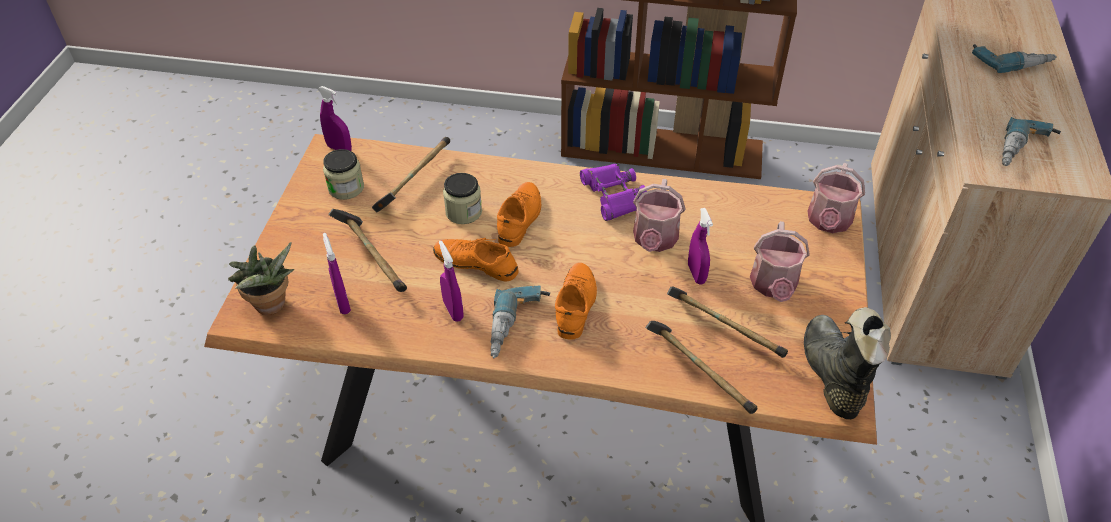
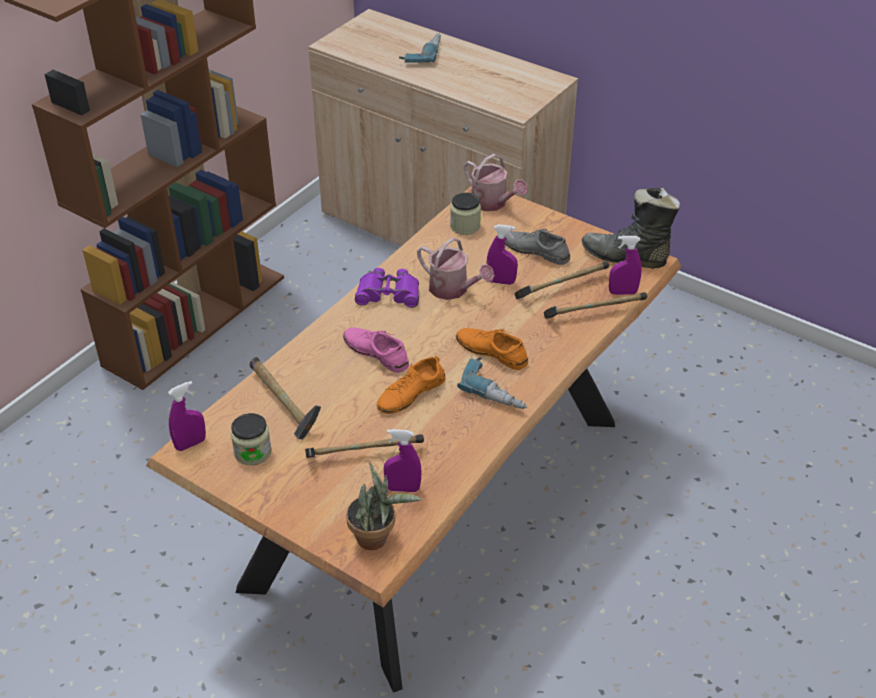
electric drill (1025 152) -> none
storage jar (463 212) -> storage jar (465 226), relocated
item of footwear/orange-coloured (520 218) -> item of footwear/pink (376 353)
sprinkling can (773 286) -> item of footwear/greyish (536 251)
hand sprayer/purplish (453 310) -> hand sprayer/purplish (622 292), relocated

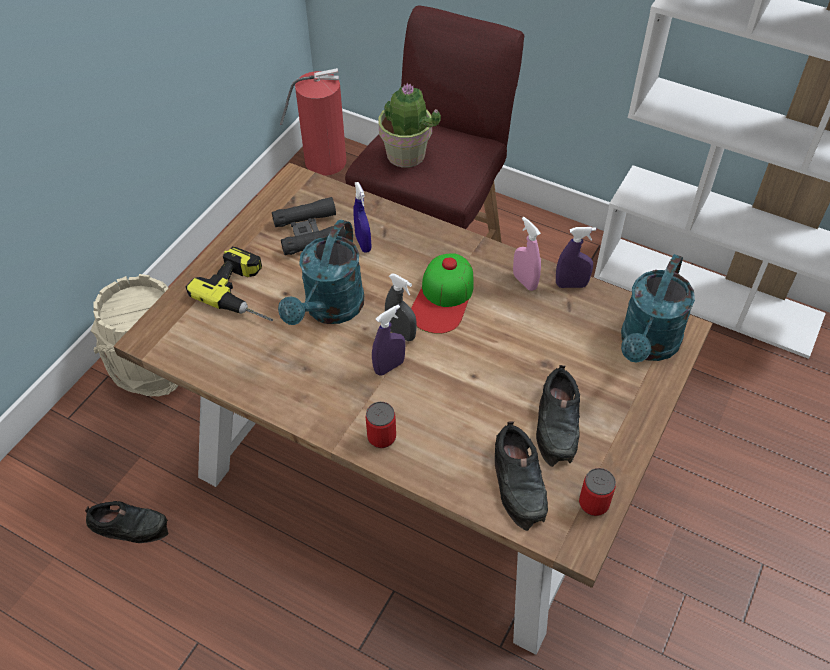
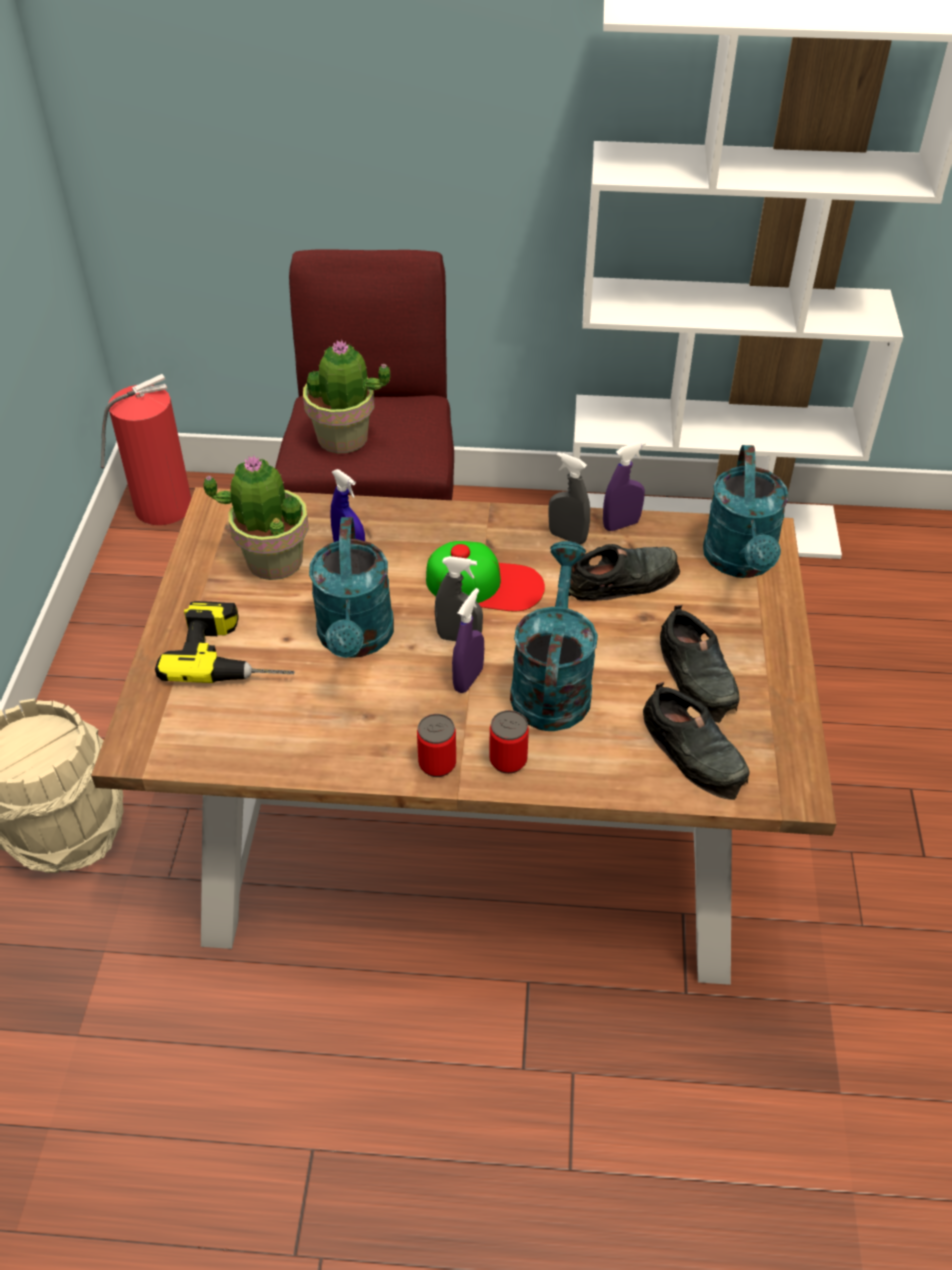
pair of binoculars/black (309 233) -> potted plant (274 560)
hand sprayer/pink (524 281) -> hand sprayer/greyish (567 537)
cap (443 298) -> cap (485 584), 75 degrees counterclockwise
metal can (593 503) -> metal can (437 764), relocated
item of footwear/black (130 525) -> item of footwear/black (622 580), relocated
none -> sprinkling can/turquoise-coloured (552 684)

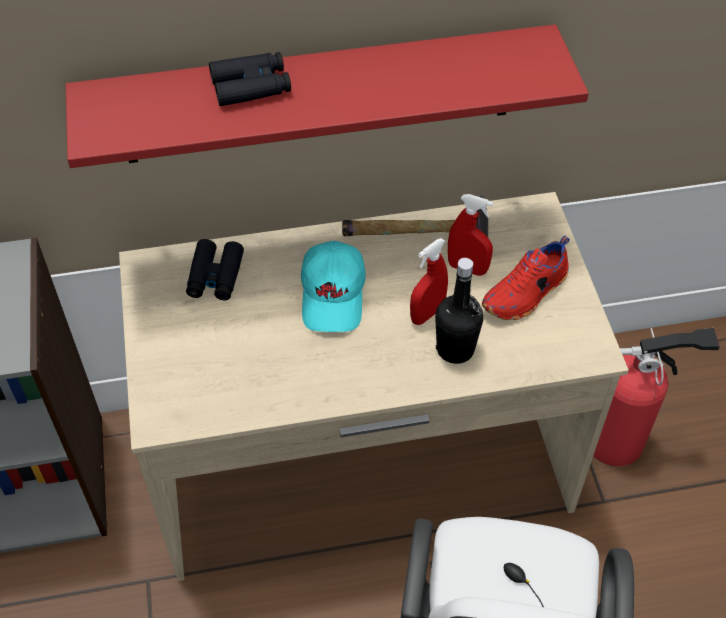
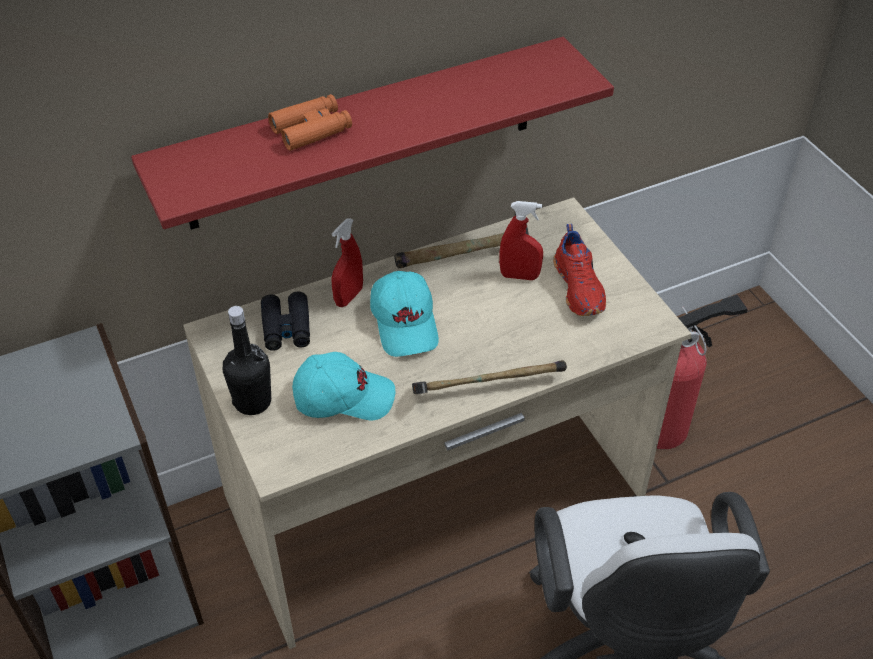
pair of binoculars/black (251 86) -> pair of binoculars/orange-coloured (311 130)
item of footwear/reddish (526 294) -> item of footwear/reddish (580 287), 45 degrees counterclockwise
hand sprayer/reddish (427 314) -> hand sprayer/reddish (349 297), relocated
beverage bottle/black (455 349) -> beverage bottle/black (252 401), relocated
none -> cap/turquoise-coloured (343 397)
none -> tool hammer (484 389)

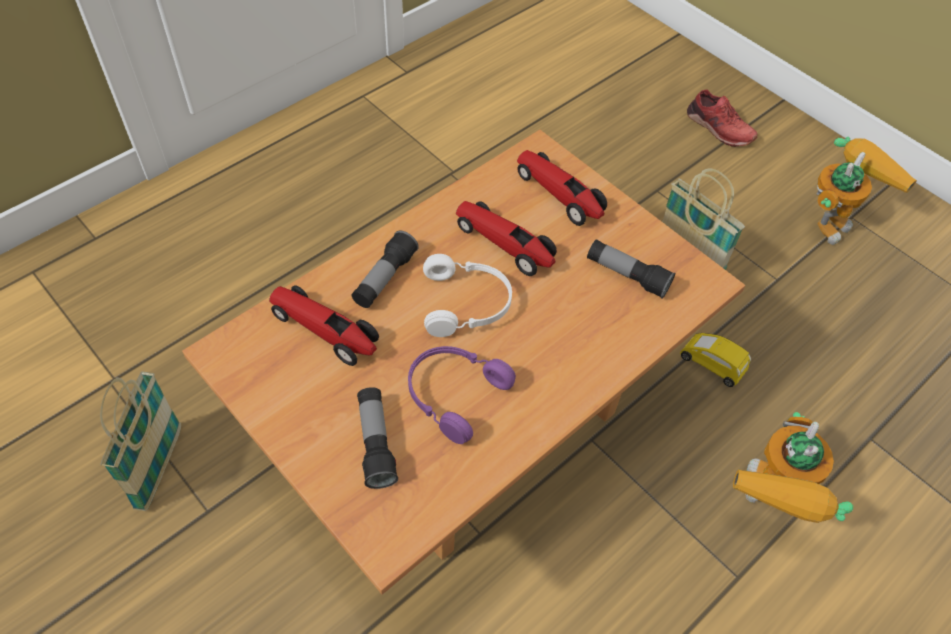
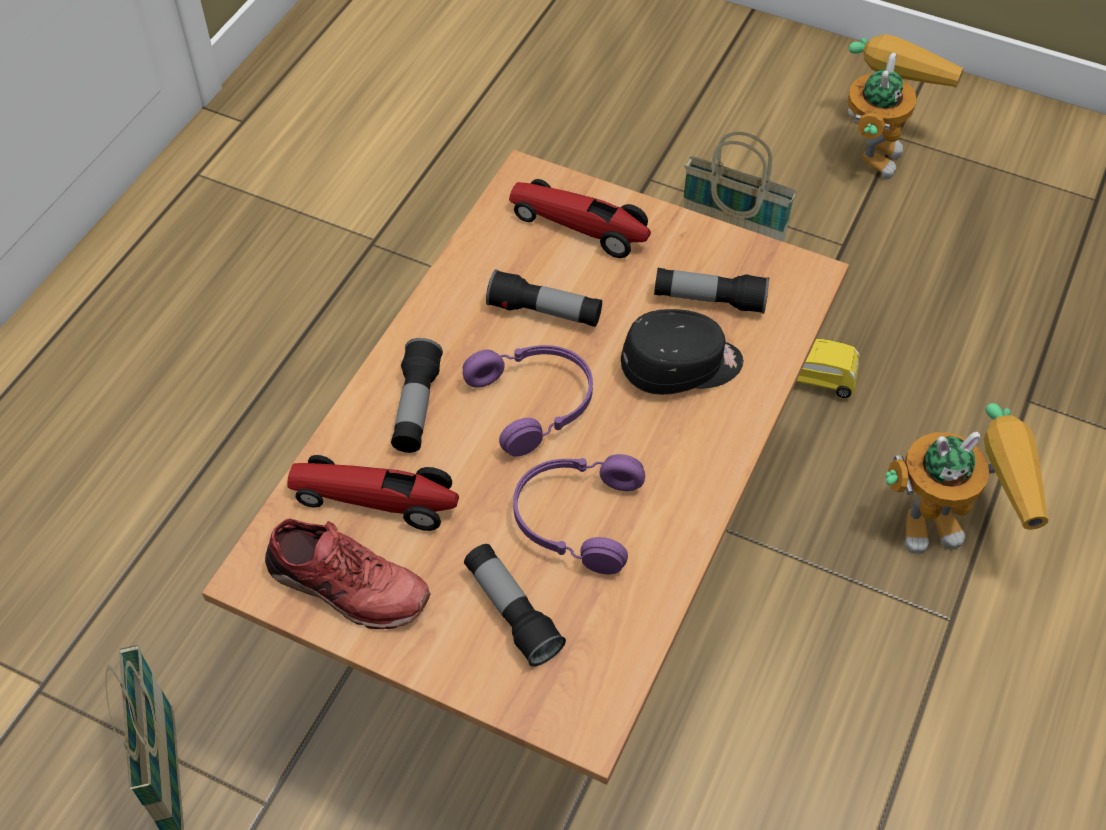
item of footwear/reddish (718 128) -> item of footwear/reddish (346 586), relocated
model car (505 244) -> flashlight (544 312)
pair of headphones/whitish (467 304) -> pair of headphones/purplish (535 402)
robot figure (769 504) -> robot figure (950 521), 90 degrees counterclockwise
none -> cap/black (682 367)

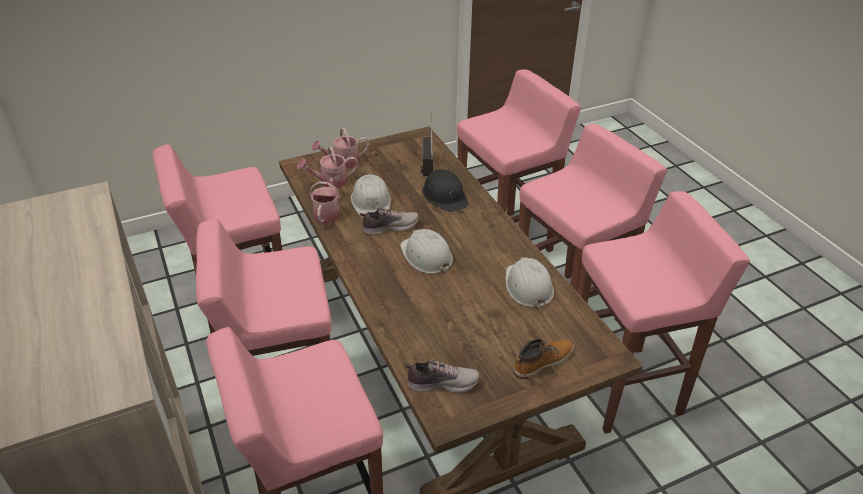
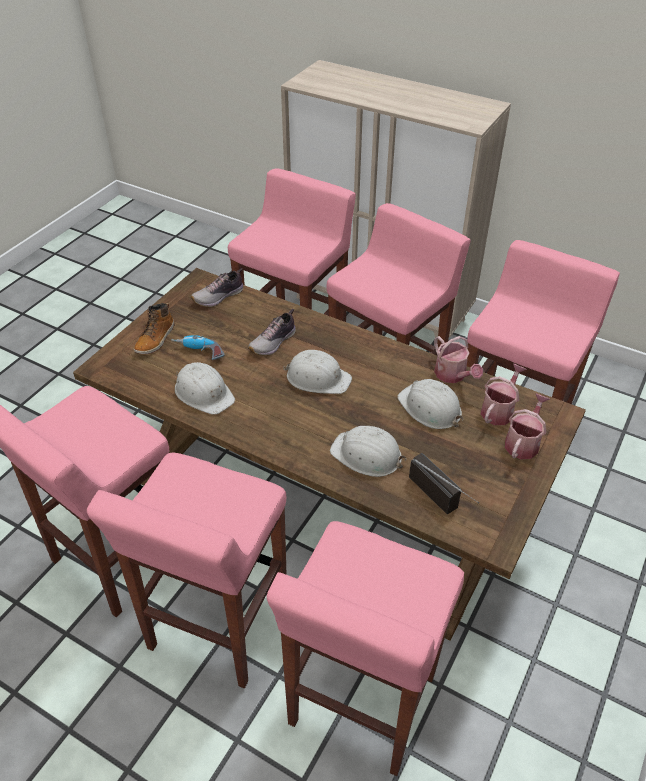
work helmet/black (445 196) -> work helmet/whitish (367 455)
item of footwear (389 227) -> item of footwear (274 342), relocated
none -> electric drill (198 352)

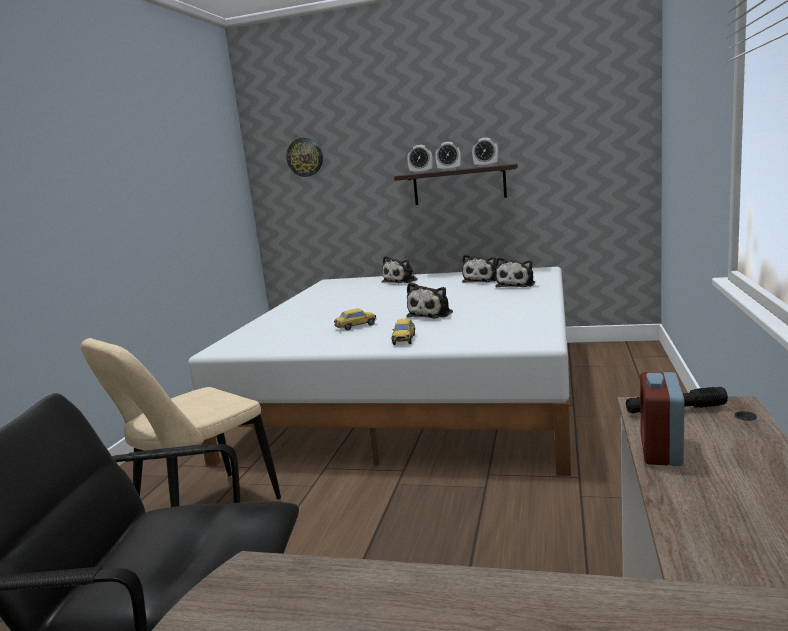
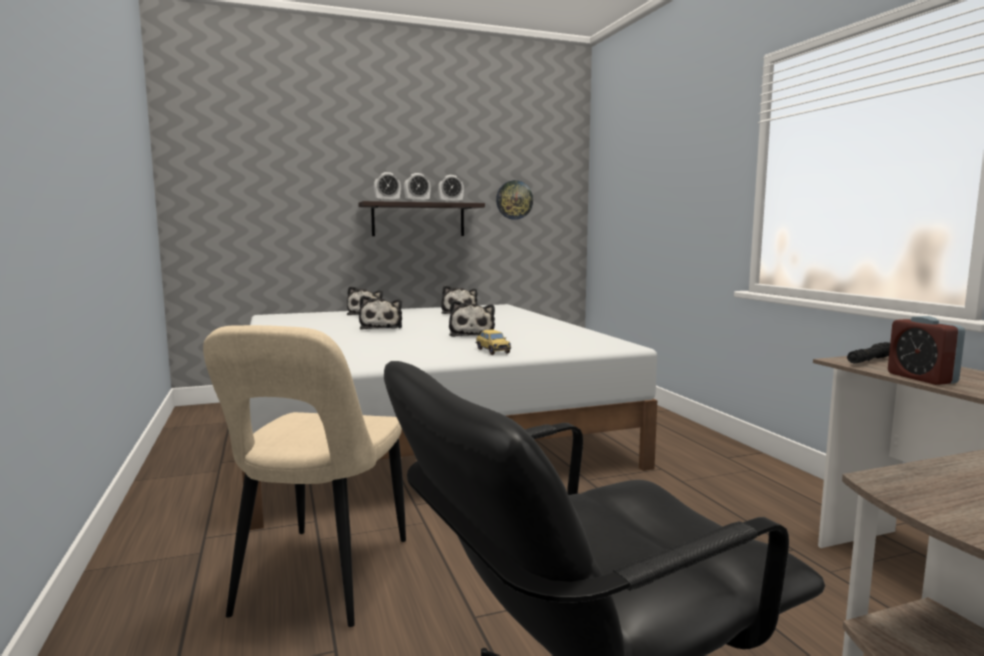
clock on the wall (305 157) -> clock on the wall (514 200), relocated
plush toy (517 285) -> plush toy (381 327), relocated
model car (356 326) -> none

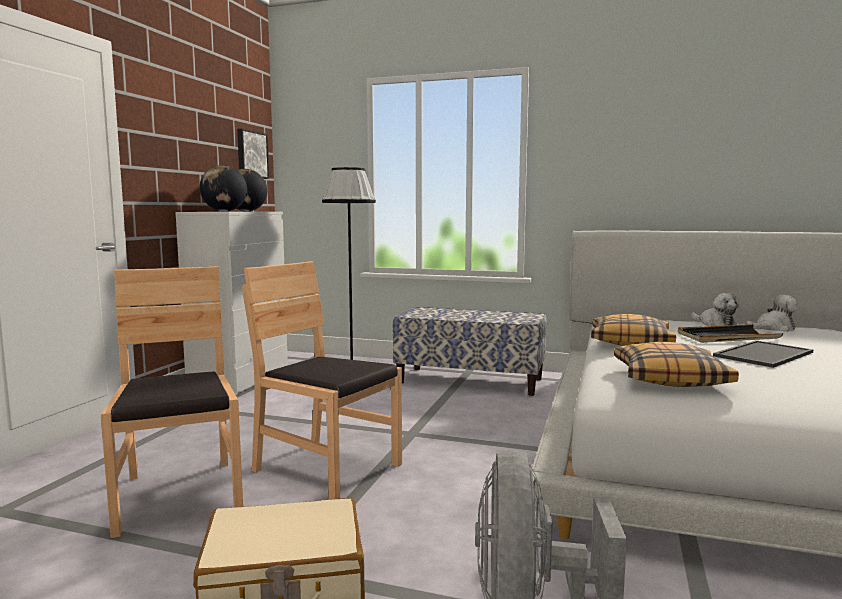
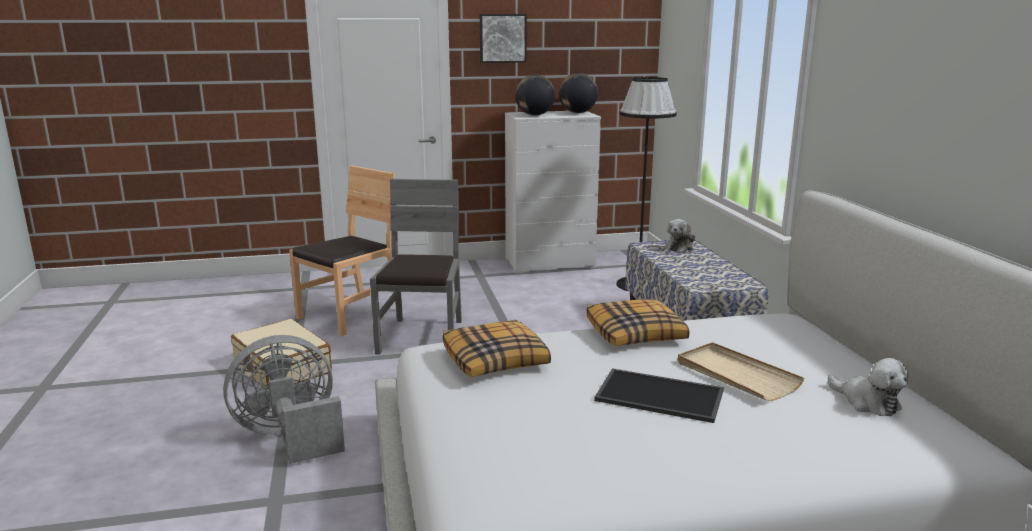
wall picture (251 154) -> wall picture (502 38), relocated
plain chair/brownish (326 468) -> plain chair/greyish (422 337)
plush toy (715 324) -> plush toy (680 247), relocated
carrying tray/black (727 337) -> carrying tray/beige (736 375)

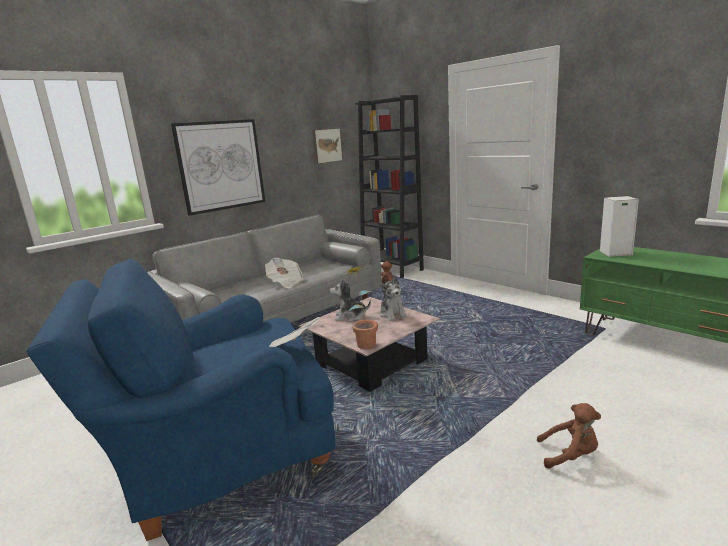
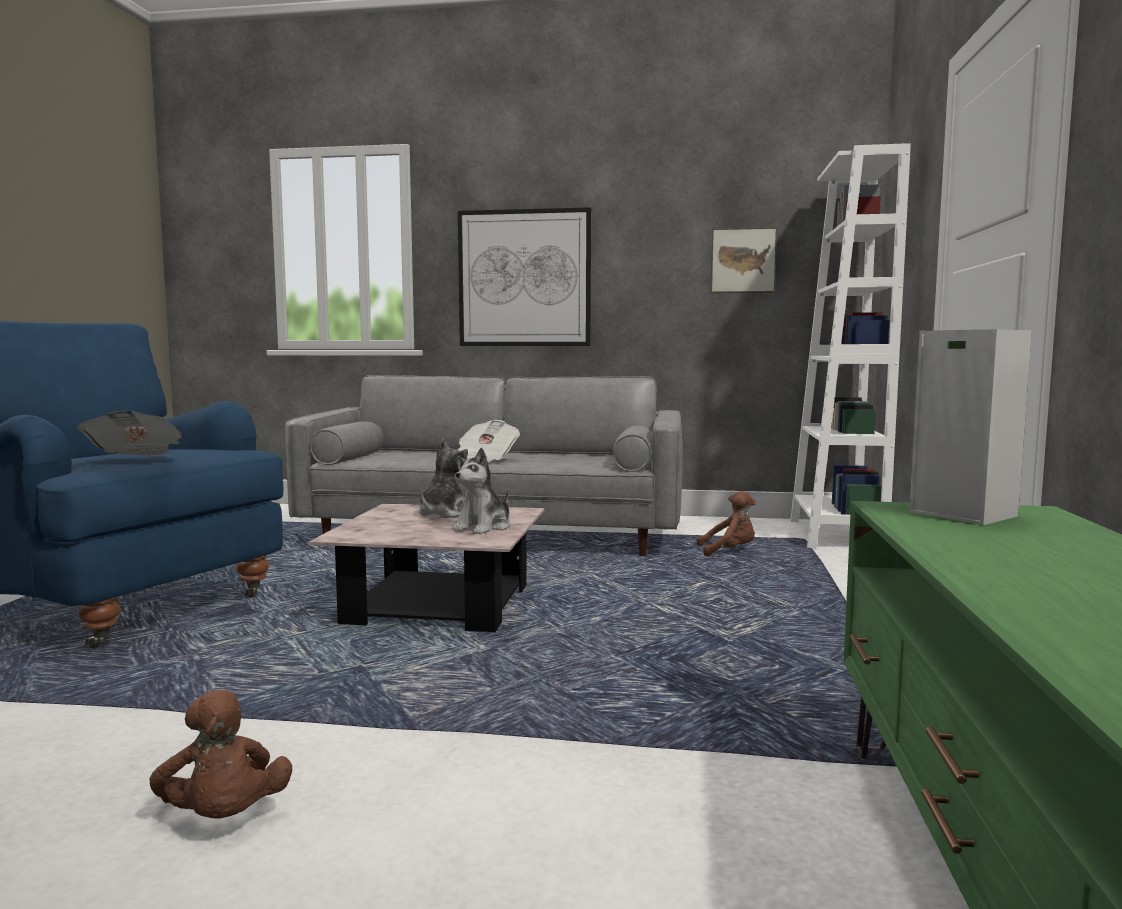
bookshelf/black (391 269) -> bookshelf/whitish (835 535)
potted plant (364 342) -> none
plush toy (350 317) -> plush toy (443 514), 60 degrees clockwise

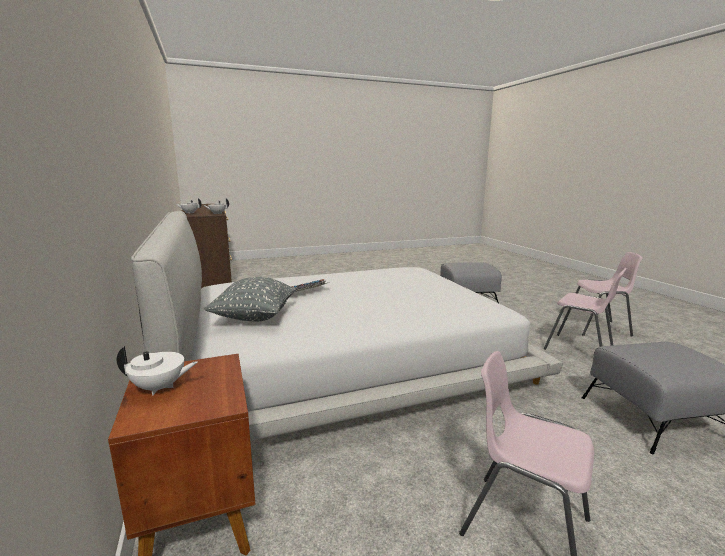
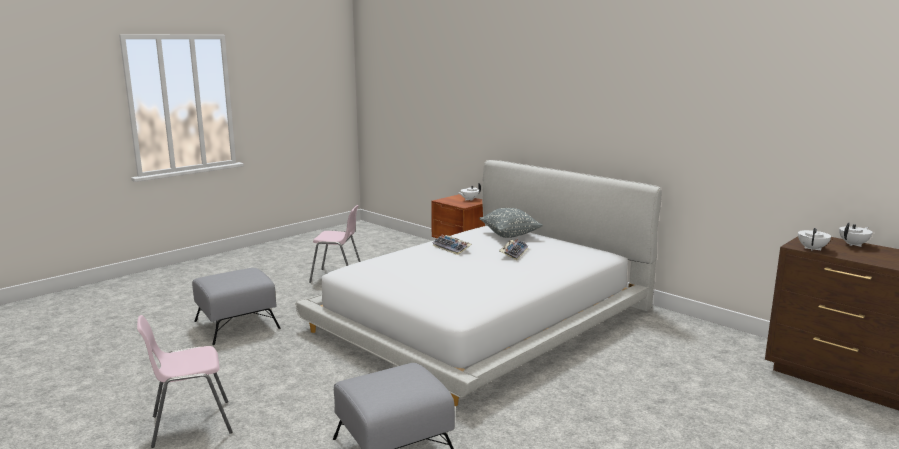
plain chair/pink (579 350) -> none
none -> keyboard (452 248)

